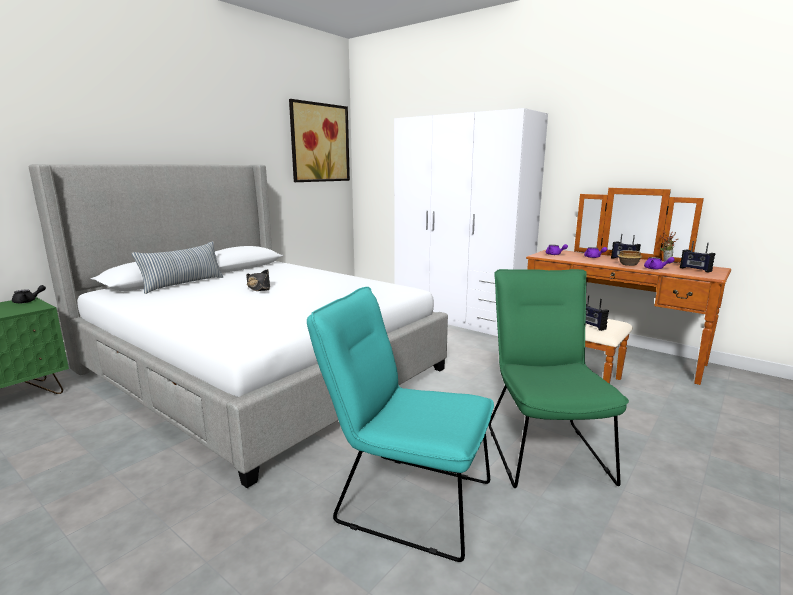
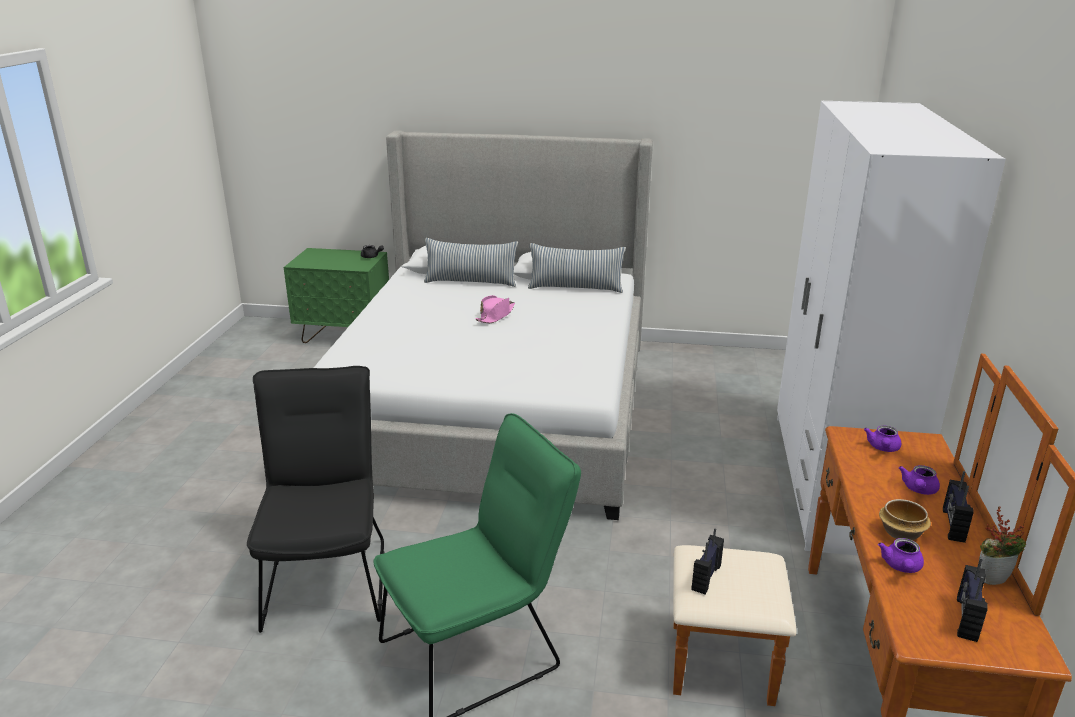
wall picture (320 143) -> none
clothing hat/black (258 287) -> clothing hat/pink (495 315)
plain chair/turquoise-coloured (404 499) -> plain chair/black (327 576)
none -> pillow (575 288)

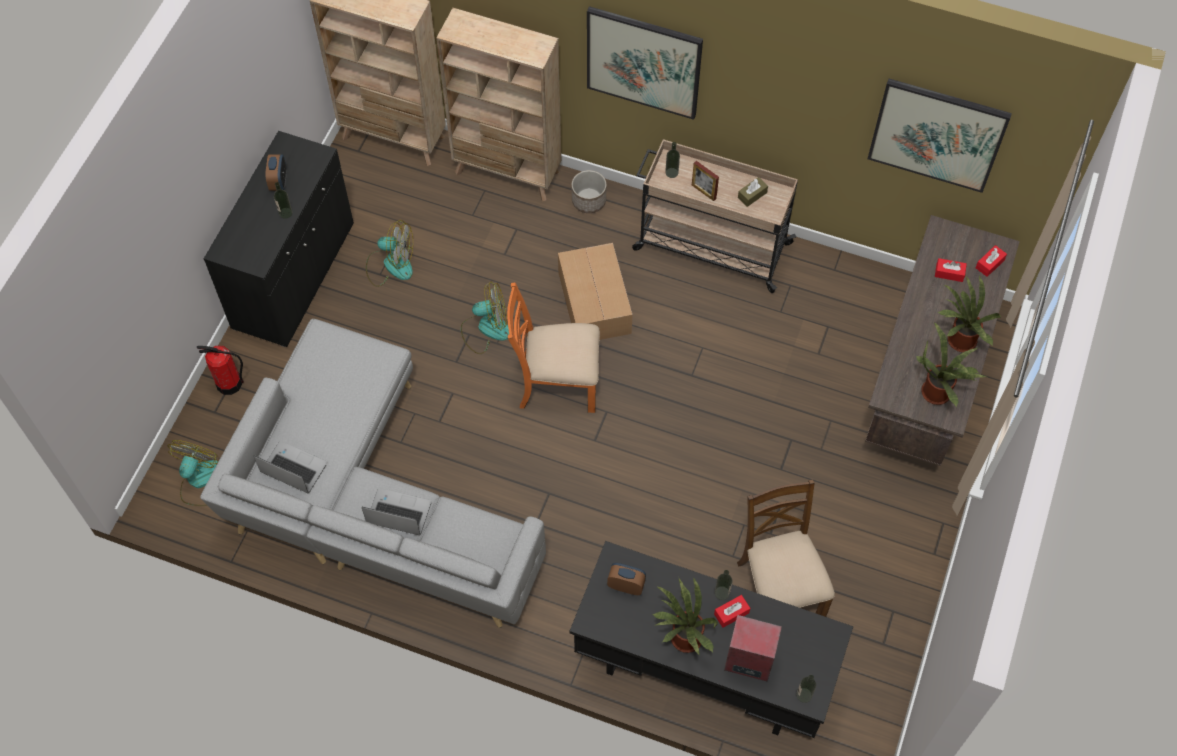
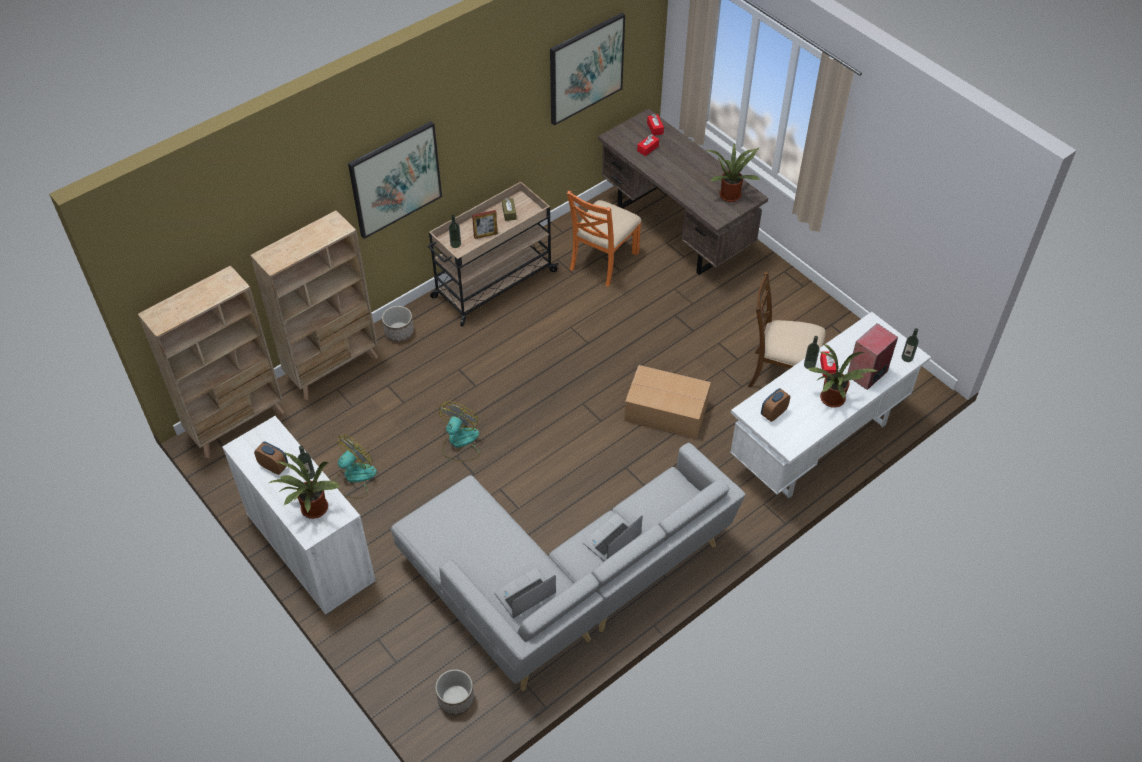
cabinet/black (294 276) -> cabinet/whitish (311 548)
carton (594 304) -> carton (667 411), relocated
potted plant (958 341) -> potted plant (313 511), relocated
plain chair/orange-coloured (557 383) -> plain chair/orange-coloured (603 260), relocated
fire-fighting cylinder (229 384) -> none
fan (201 481) -> flower pot (455 699)
desk table/black (701 671) -> desk table/whitish (817 444)

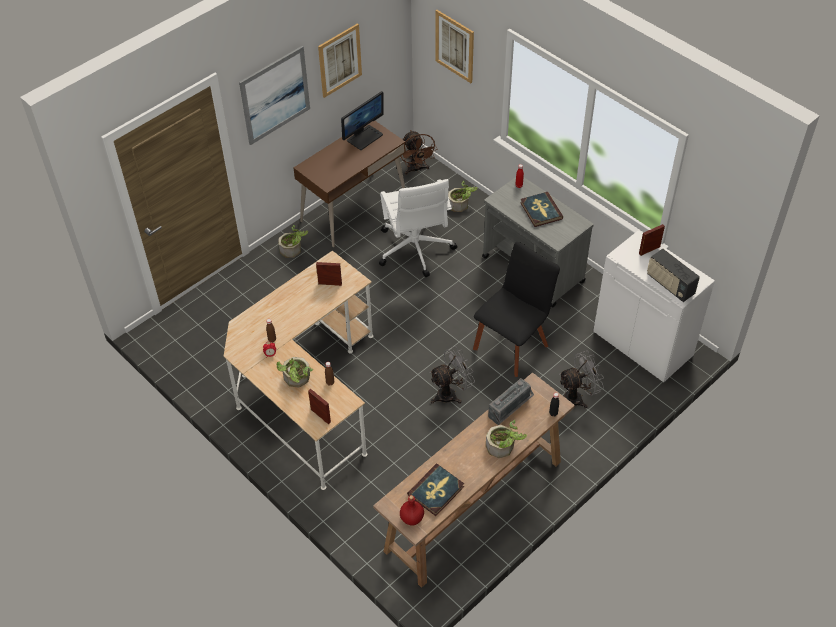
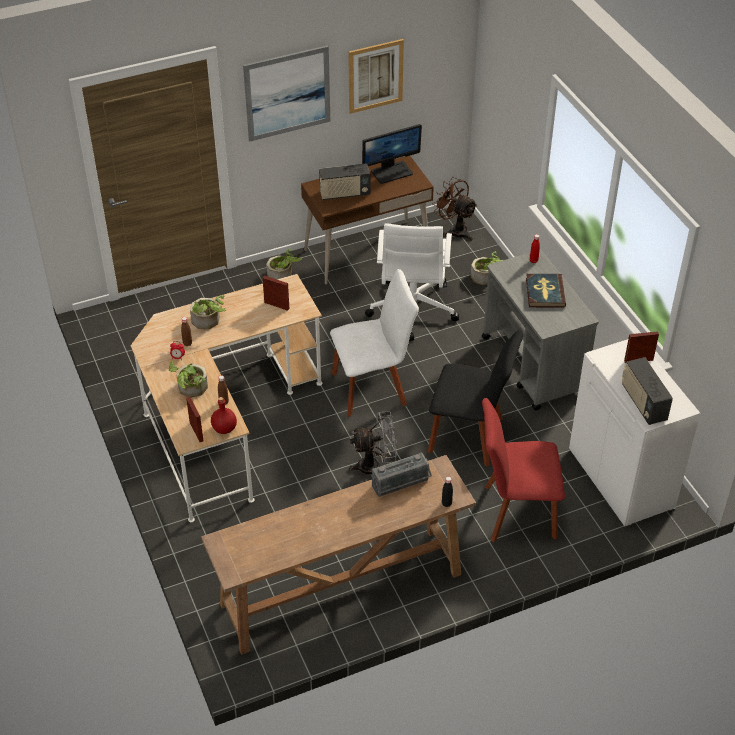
wall picture (454 46) -> none
fan/brownish (416 169) -> fan/brownish (455 230), 135 degrees clockwise
plain chair/black (512 344) -> plain chair/black (470 436), 45 degrees clockwise
fan/greyish (577 397) -> plain chair/reddish (515 512)
potted plant (503 447) -> potted plant (208 322), relocated
volume (436 491) -> none
beverage bottle/reddish (411 518) -> beverage bottle/reddish (224 429), relocated
none -> radio set (344 194)
none -> plain chair/whitish (373 387)

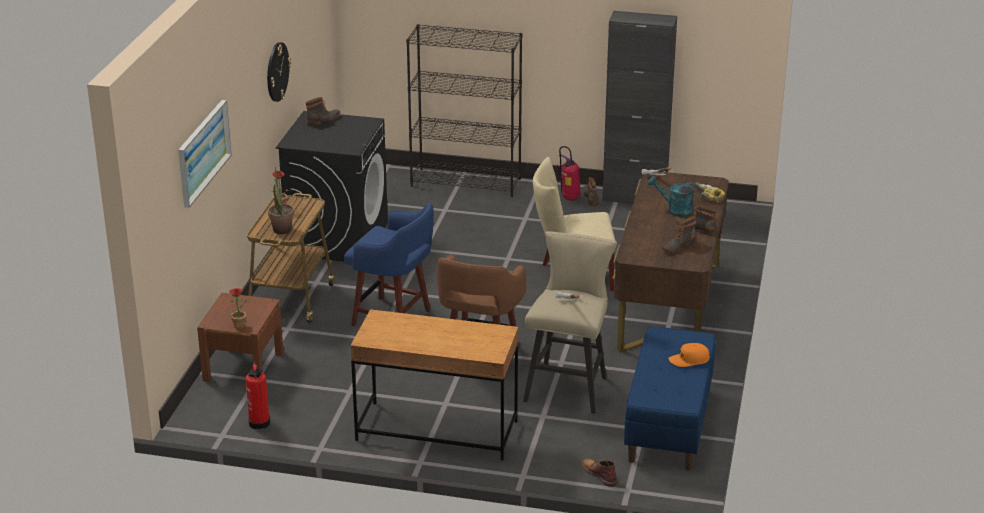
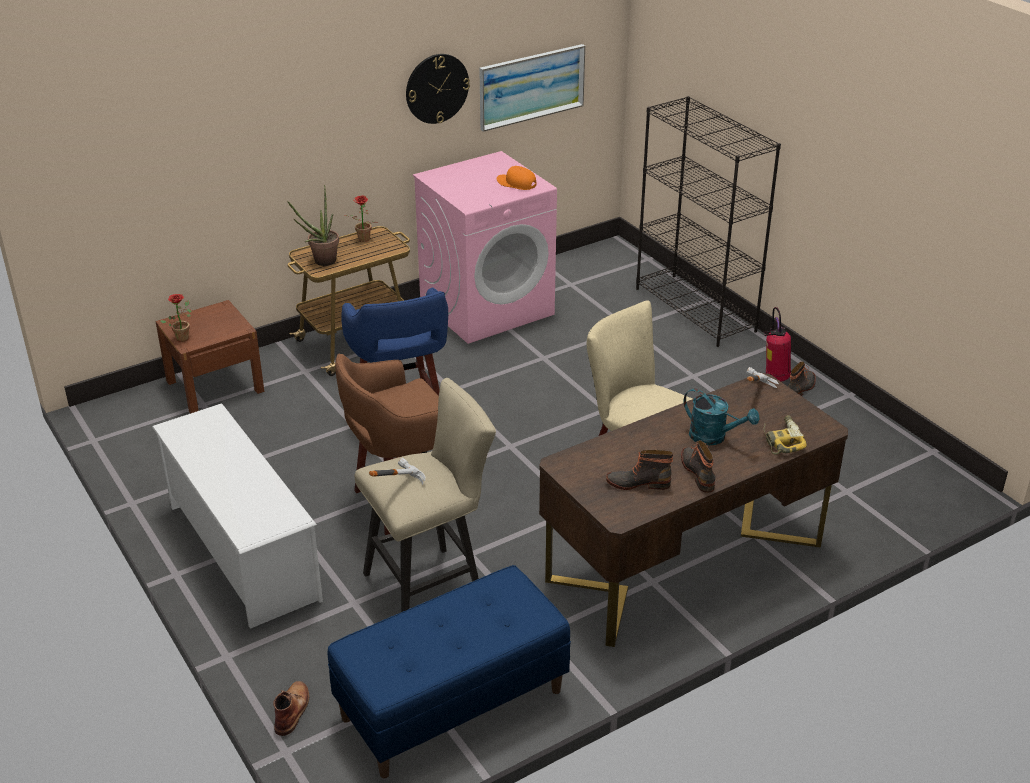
cabinet/black (634 198) -> none
high-top boot (324 120) -> none
wall picture (203 152) -> wall picture (531 86), relocated
laundry appliance/black (337 238) -> laundry appliance/pink (487 307)
sprinkling can/turquoise-coloured (675 210) -> sprinkling can/turquoise-coloured (714 437), 150 degrees clockwise
desk table/brownish (436 431) -> shoe stand/whitish (242 551)
cap/orange-coloured (689 360) -> cap/orange-coloured (516 183), relocated
fire-fighting cylinder (259 422) -> none

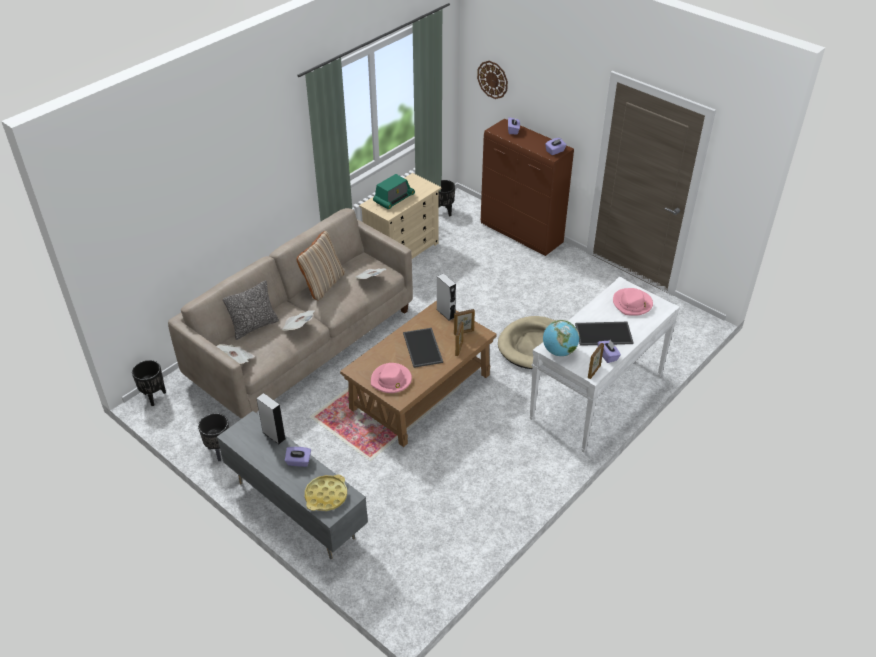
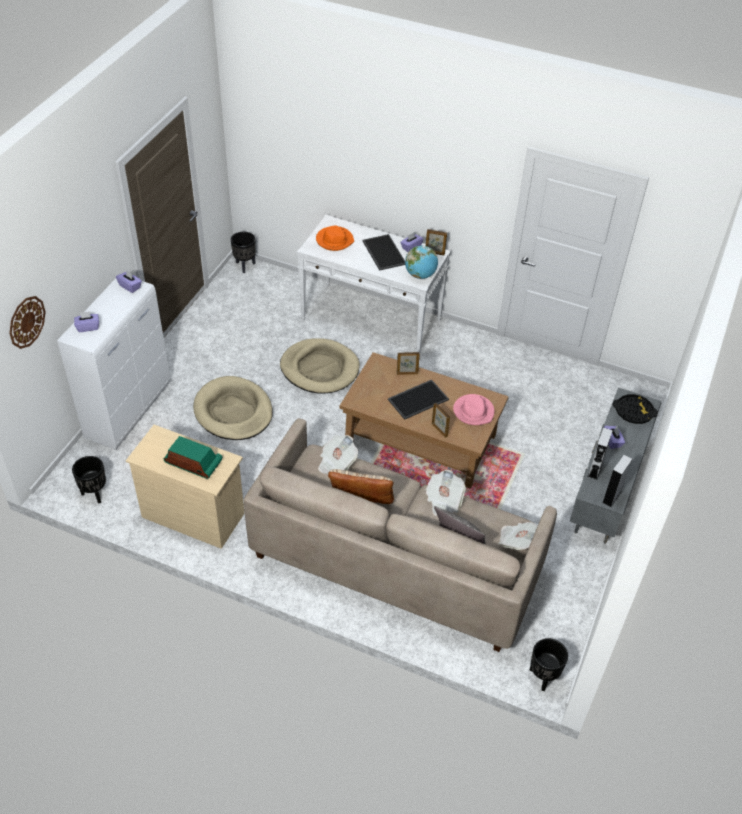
cabinet/brownish (522 234) -> cabinet/whitish (129 410)
loudspeaker/greyish (446 313) -> loudspeaker/greyish (612 496), relocated
clothing hat/pink (632 304) -> clothing hat/orange-coloured (334 240)
picture frame (464 332) -> picture frame (439 430), relocated
flower pot/black (219 451) -> flower pot/black (245 266), relocated
carrying tray/yellow-coloured (326 496) -> carrying tray/black (633 411)
none -> dog bed/beige (233 411)

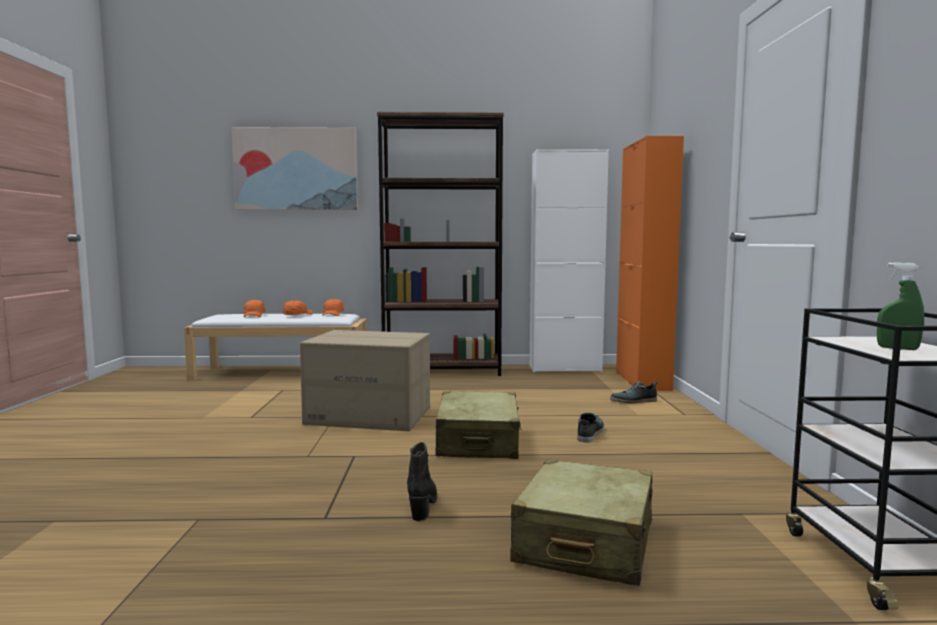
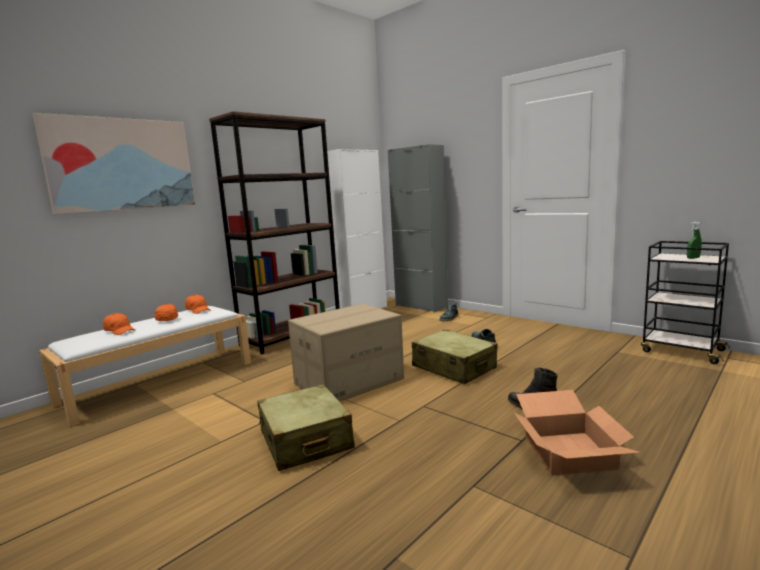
cabinet/orange-coloured (642 381) -> cabinet/greyish (421 306)
travel case/beige (585 543) -> travel case/beige (305 440), relocated
none -> carton (571 453)

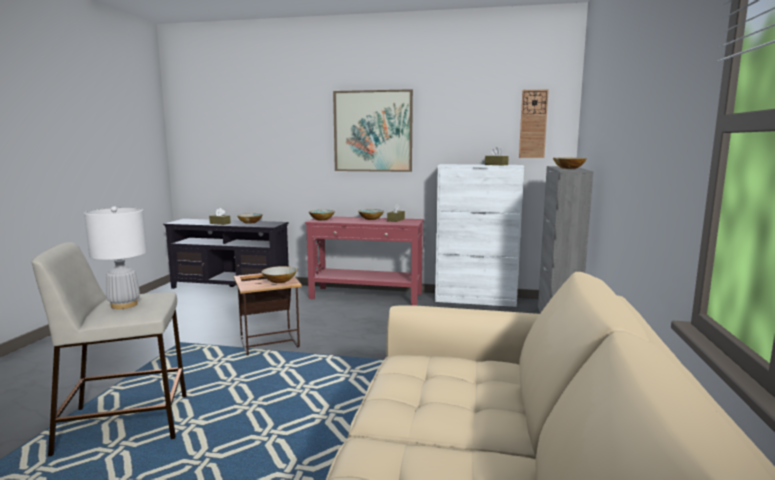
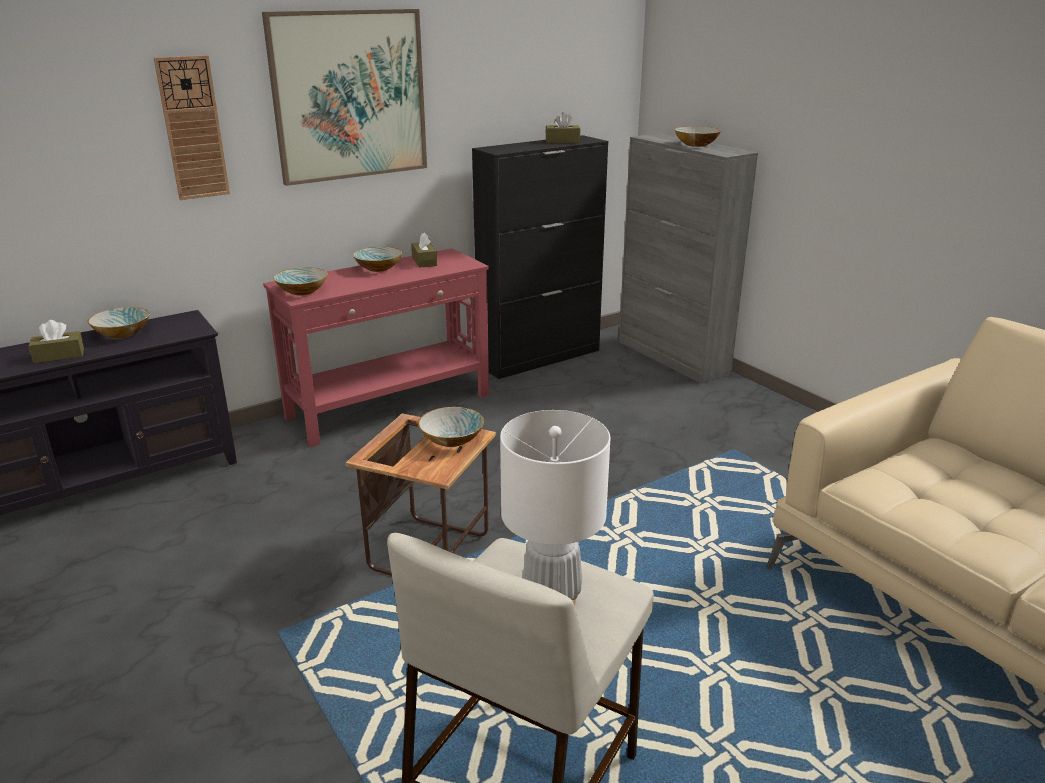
clock on the wall (533 124) -> clock on the wall (193 128), relocated
cabinet/whitish (476 300) -> cabinet/black (540 357)

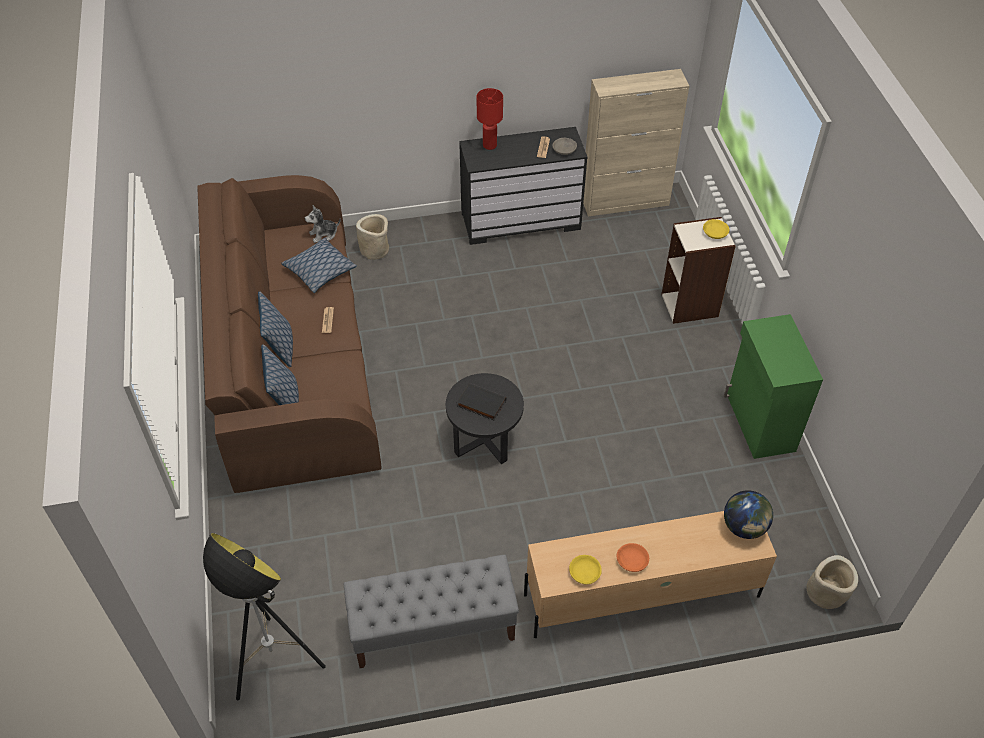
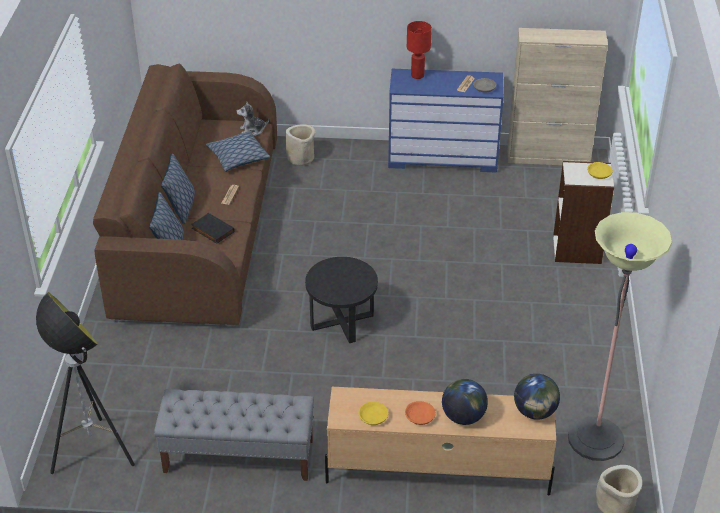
dresser/black (521 221) -> dresser/blue-coloured (443 157)
cabinet/green-coloured (759 423) -> none
volume/black (480 404) -> volume/black (212 230), relocated
none -> floor lamp (595 439)
none -> globe (463 416)

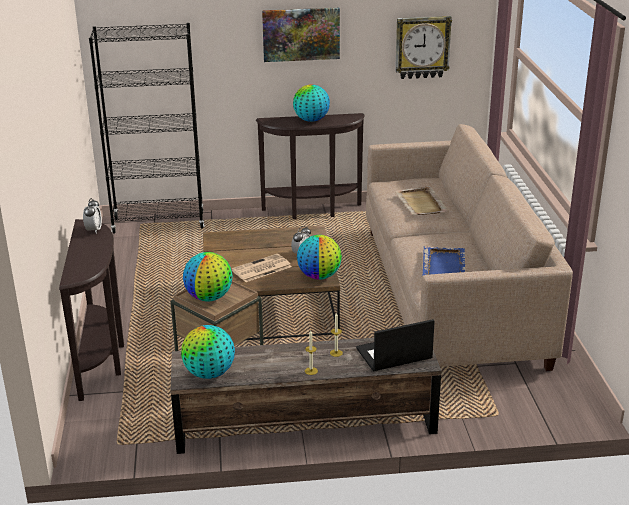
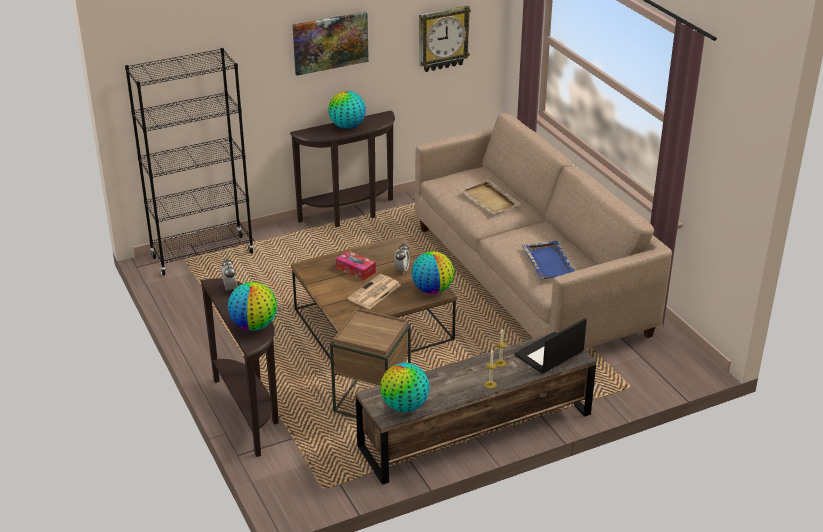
globe (209 297) -> globe (254 326), relocated
none -> tissue holder (355 270)

